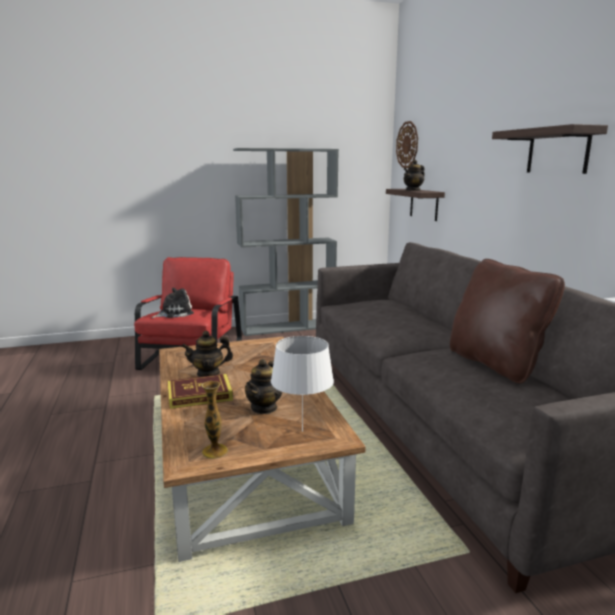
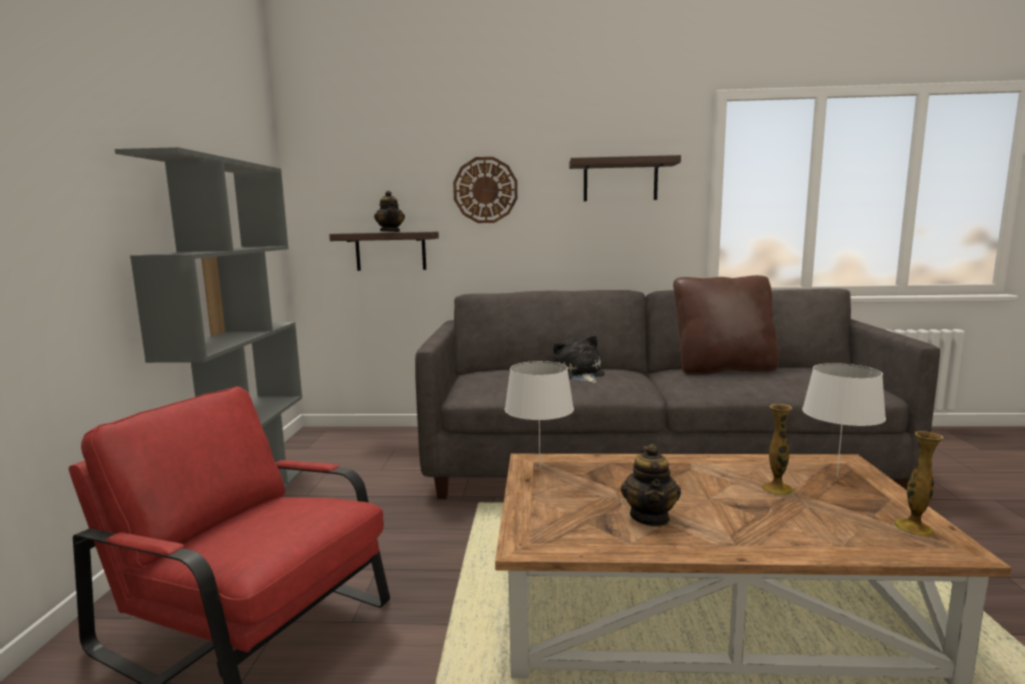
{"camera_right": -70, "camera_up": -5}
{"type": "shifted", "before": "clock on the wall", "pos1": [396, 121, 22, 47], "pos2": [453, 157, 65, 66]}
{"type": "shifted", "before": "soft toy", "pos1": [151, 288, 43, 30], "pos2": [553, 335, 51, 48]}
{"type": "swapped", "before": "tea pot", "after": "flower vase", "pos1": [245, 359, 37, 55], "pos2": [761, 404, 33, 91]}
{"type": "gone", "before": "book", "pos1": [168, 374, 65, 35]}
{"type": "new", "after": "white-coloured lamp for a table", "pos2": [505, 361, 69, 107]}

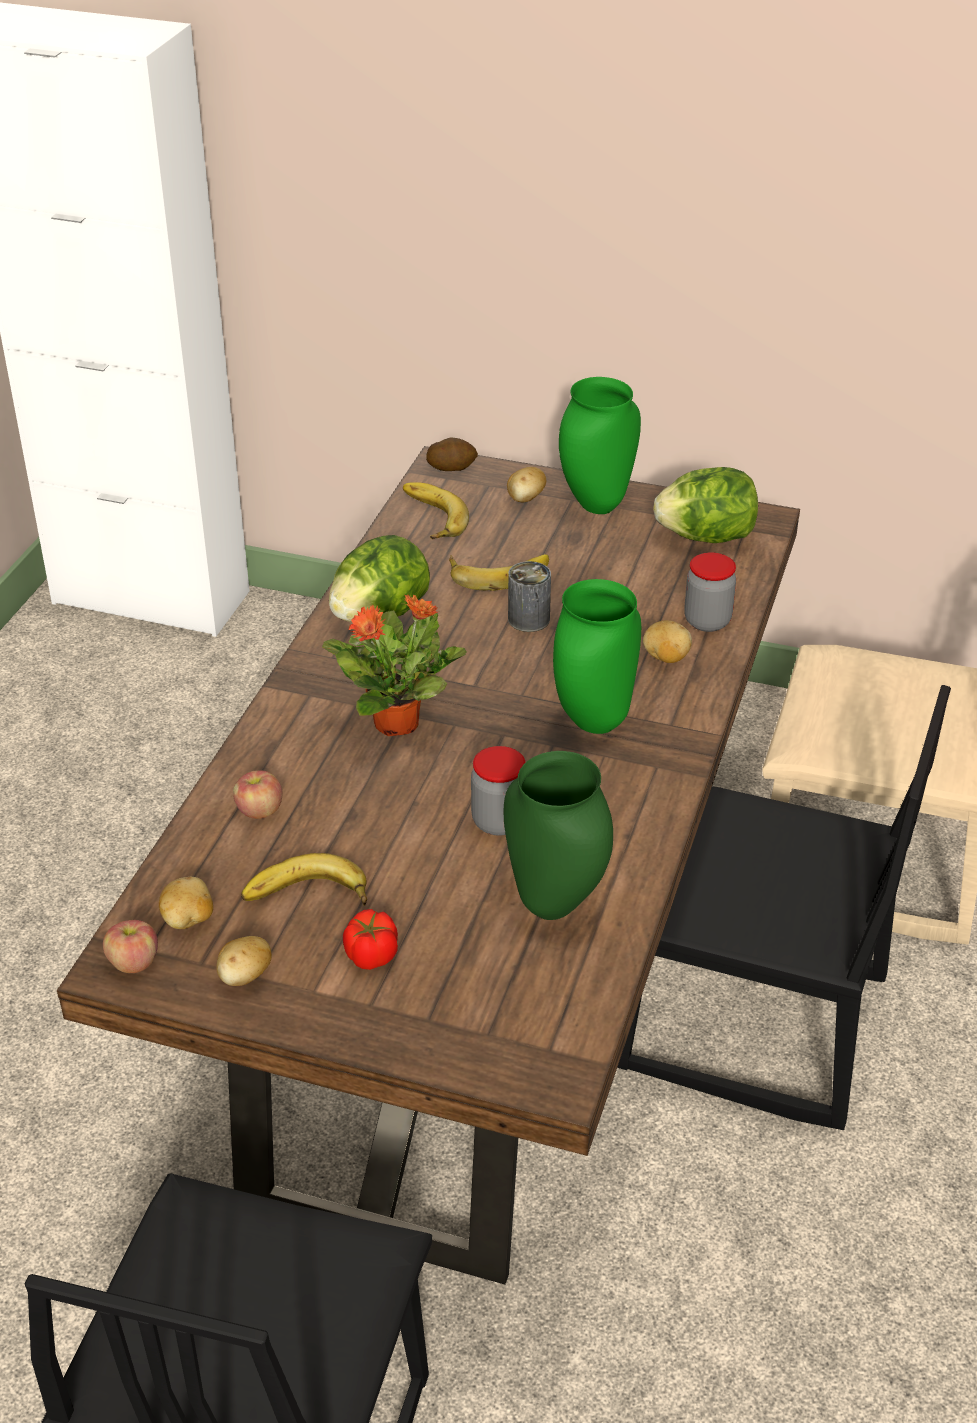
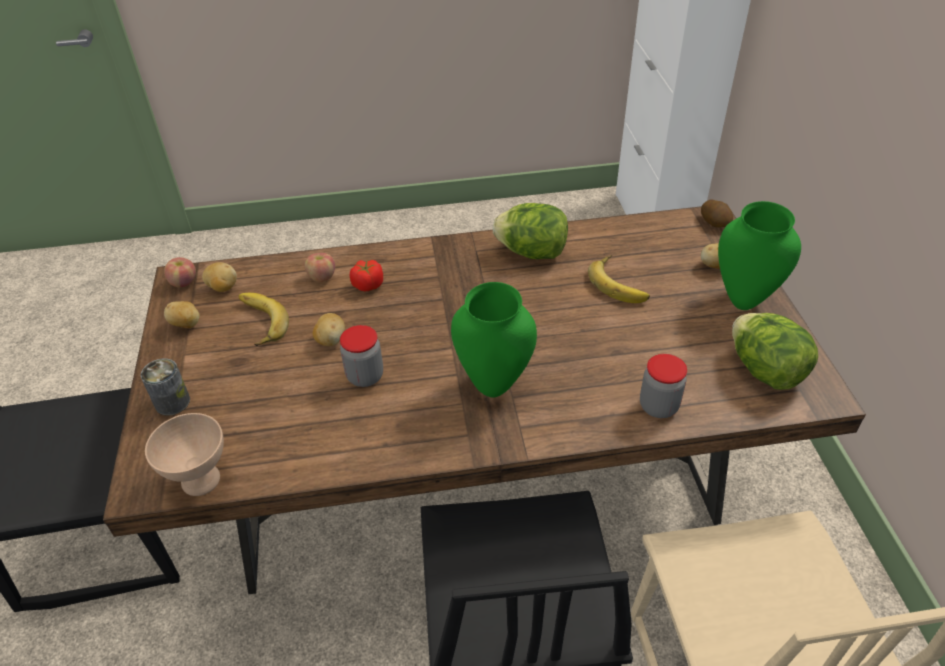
{"camera_right": 65, "camera_up": 5}
{"type": "gone", "before": "banana fruit", "pos1": [403, 482, 66, 57]}
{"type": "shifted", "before": "sealed can", "pos1": [508, 561, 43, 71], "pos2": [141, 358, 49, 58]}
{"type": "gone", "before": "plant in a pot", "pos1": [322, 594, 144, 142]}
{"type": "shifted", "before": "potato", "pos1": [643, 620, 49, 43], "pos2": [313, 313, 32, 33]}
{"type": "gone", "before": "greenish flower vase", "pos1": [504, 751, 109, 169]}
{"type": "shifted", "before": "tomato", "pos1": [343, 909, 55, 61], "pos2": [350, 260, 33, 31]}
{"type": "new", "after": "beige-coloured bowl", "pos2": [145, 413, 79, 83]}

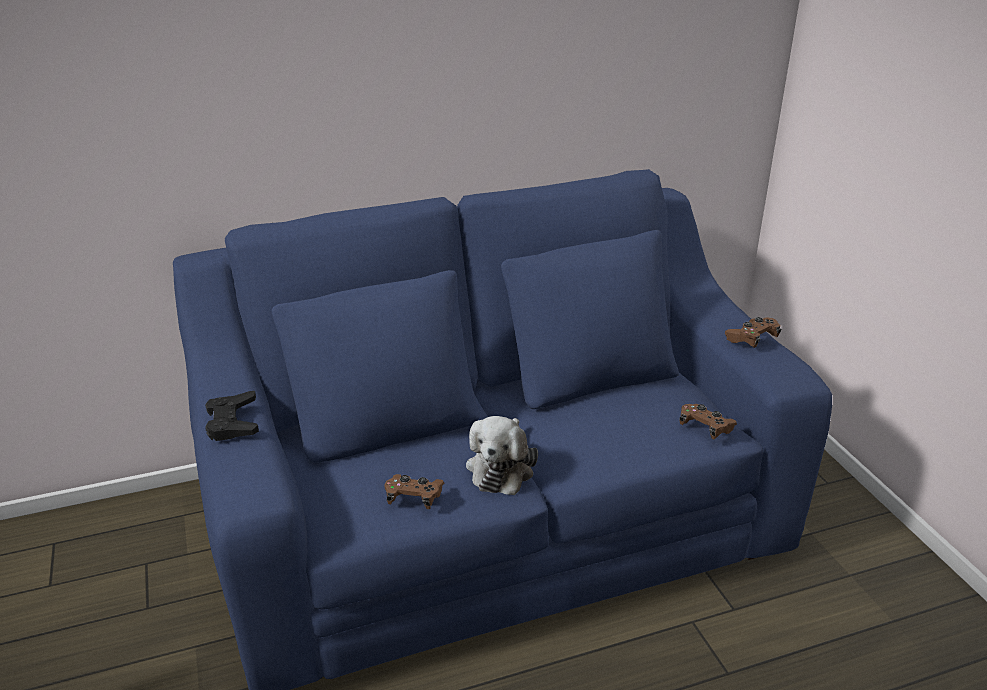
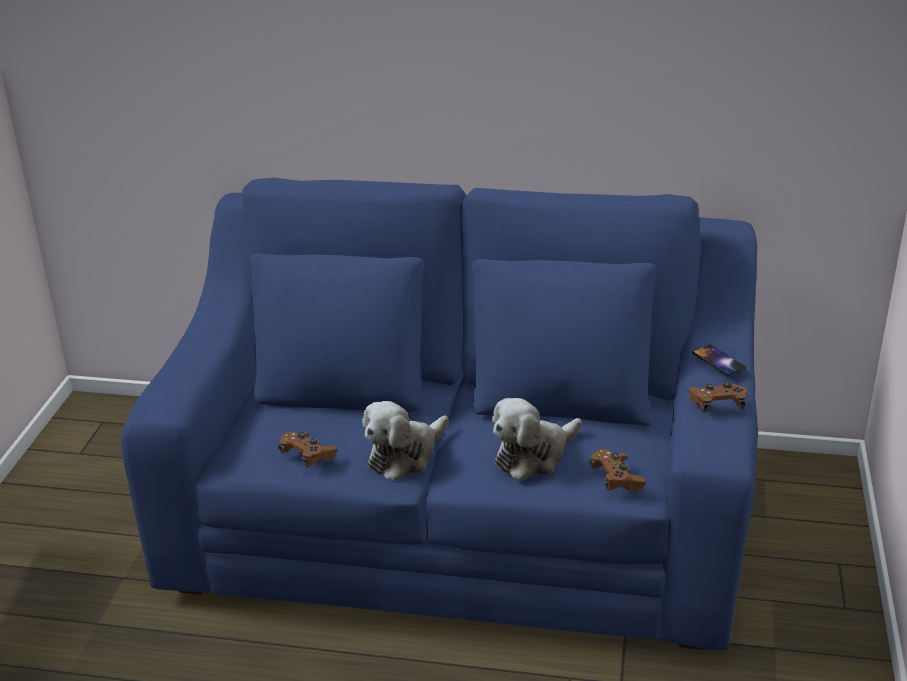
{"camera_right": 30, "camera_up": 0}
{"type": "gone", "before": "blackish game controller", "pos1": [205, 391, 54, 50]}
{"type": "new", "after": "phone", "pos2": [692, 344, 54, 32]}
{"type": "new", "after": "soft toy", "pos2": [492, 398, 90, 83]}

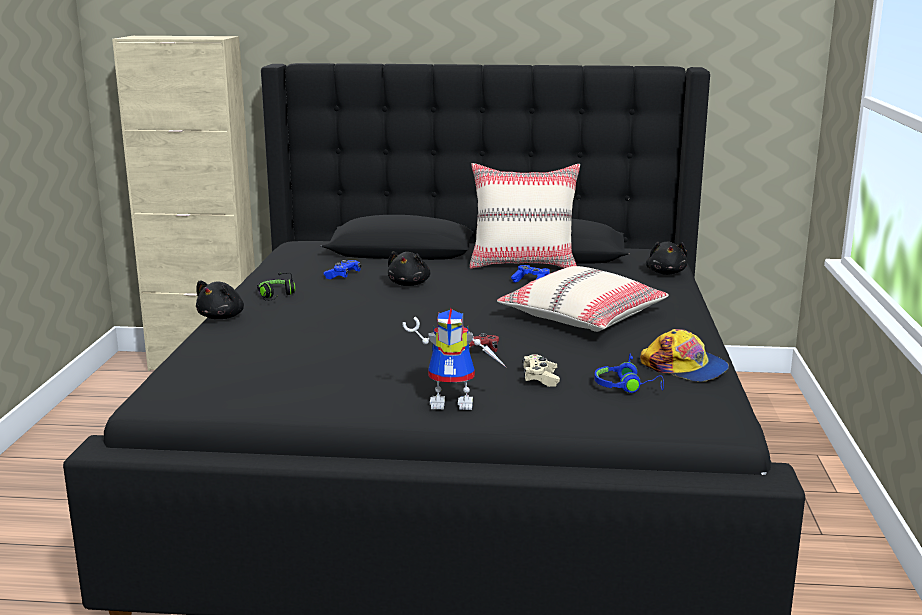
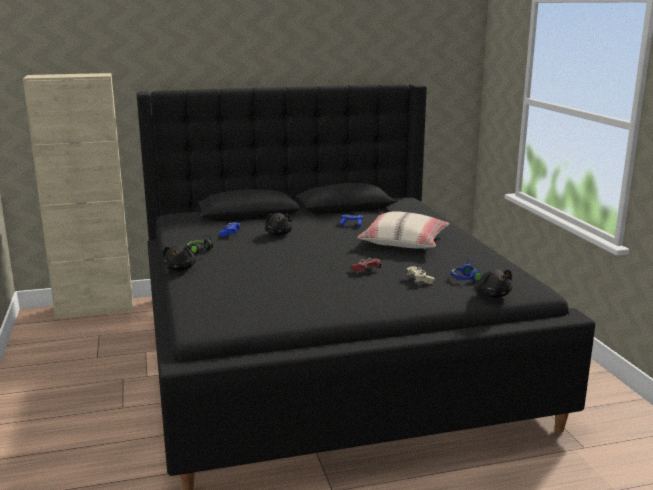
{"camera_right": -20, "camera_up": 0}
{"type": "gone", "before": "beige-coloured throw pillow", "pos1": [470, 163, 110, 106]}
{"type": "shifted", "before": "blackish soft toy", "pos1": [646, 241, 42, 34], "pos2": [476, 269, 37, 29]}
{"type": "gone", "before": "robot figure", "pos1": [402, 308, 105, 102]}
{"type": "gone", "before": "peaked cap", "pos1": [640, 329, 89, 53]}

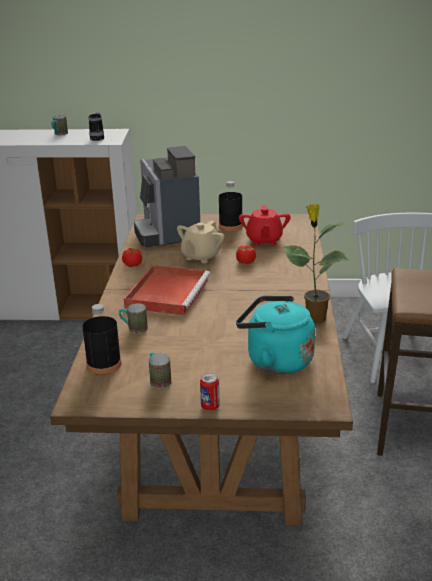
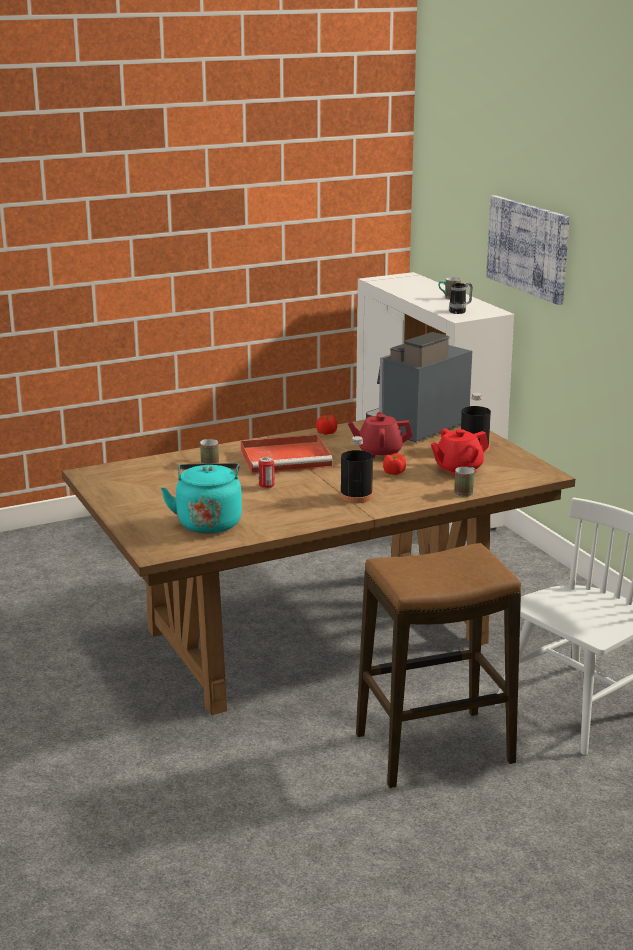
{"camera_right": 60, "camera_up": -5}
{"type": "gone", "before": "plant in a pot", "pos1": [283, 204, 66, 119]}
{"type": "repainted", "before": "beige-coloured tea pot", "after": "reddish tea pot", "pos1": [177, 220, 47, 43], "pos2": [348, 412, 65, 46]}
{"type": "shifted", "before": "blackish drink bottle", "pos1": [82, 304, 40, 71], "pos2": [340, 436, 33, 67]}
{"type": "shifted", "before": "tea mug", "pos1": [149, 352, 22, 37], "pos2": [454, 467, 21, 30]}
{"type": "shifted", "before": "sealed can", "pos1": [200, 373, 20, 38], "pos2": [259, 457, 16, 32]}
{"type": "new", "after": "wall art", "pos2": [486, 195, 84, 110]}

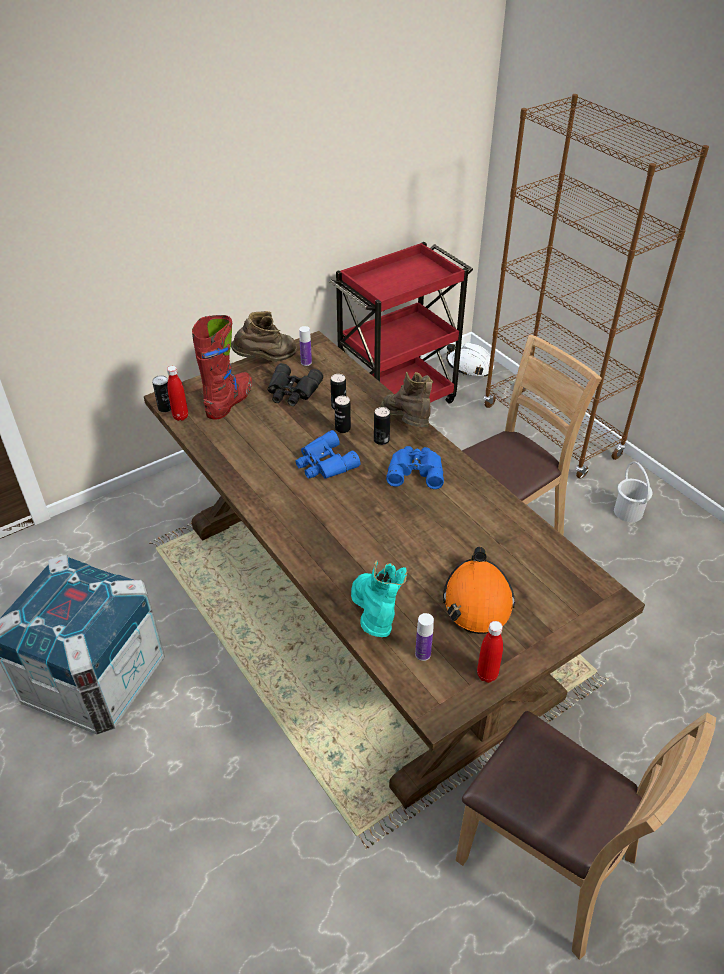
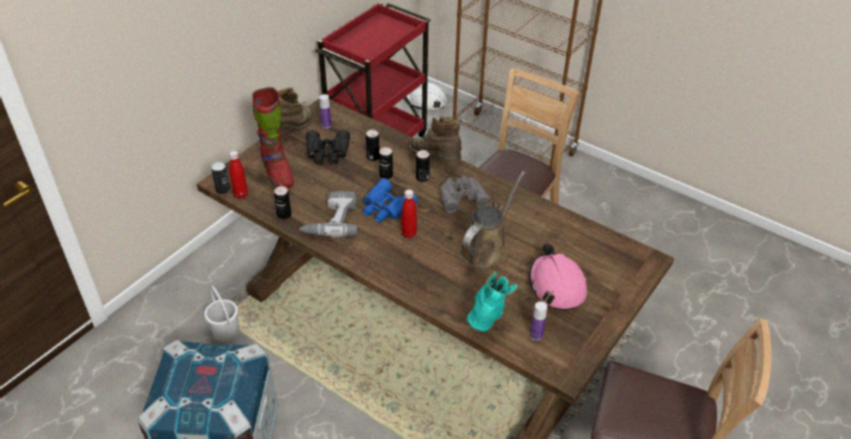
{"camera_right": -20, "camera_up": 0}
{"type": "rotated", "before": "reddish boot", "pos1": [192, 315, 60, 104], "pos2": [252, 87, 42, 101], "turn": 150}
{"type": "repainted", "before": "blue field glasses", "after": "gray field glasses", "pos1": [386, 446, 58, 43], "pos2": [440, 176, 51, 37]}
{"type": "shifted", "before": "white-coloured bucket", "pos1": [614, 461, 38, 61], "pos2": [204, 286, 36, 56]}
{"type": "repainted", "before": "orangey work helmet", "after": "pinkish work helmet", "pos1": [443, 547, 72, 87], "pos2": [529, 243, 58, 67]}
{"type": "rotated", "before": "turquoise boot", "pos1": [351, 561, 56, 76], "pos2": [467, 271, 51, 61], "turn": 45}
{"type": "shifted", "before": "reddish drink bottle", "pos1": [477, 621, 26, 62], "pos2": [402, 189, 15, 49]}
{"type": "new", "after": "brown-coloured sprinkling can", "pos2": [460, 171, 65, 97]}
{"type": "new", "after": "sealed can", "pos2": [274, 186, 17, 33]}
{"type": "new", "after": "power drill", "pos2": [299, 192, 59, 45]}

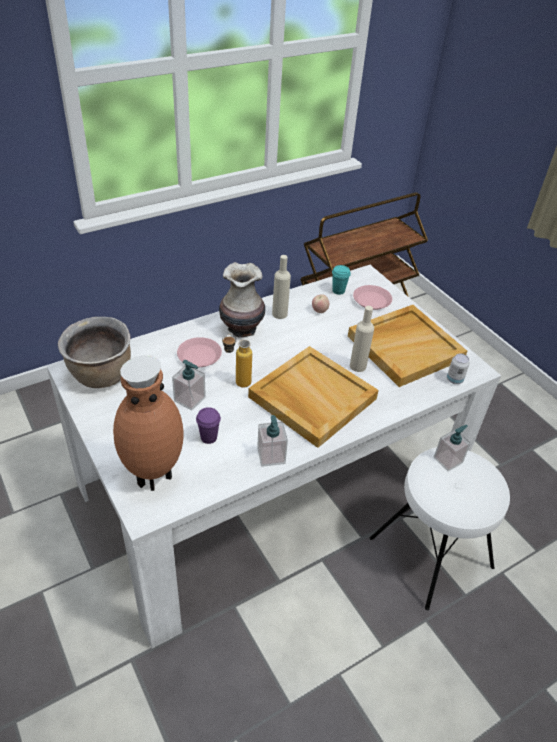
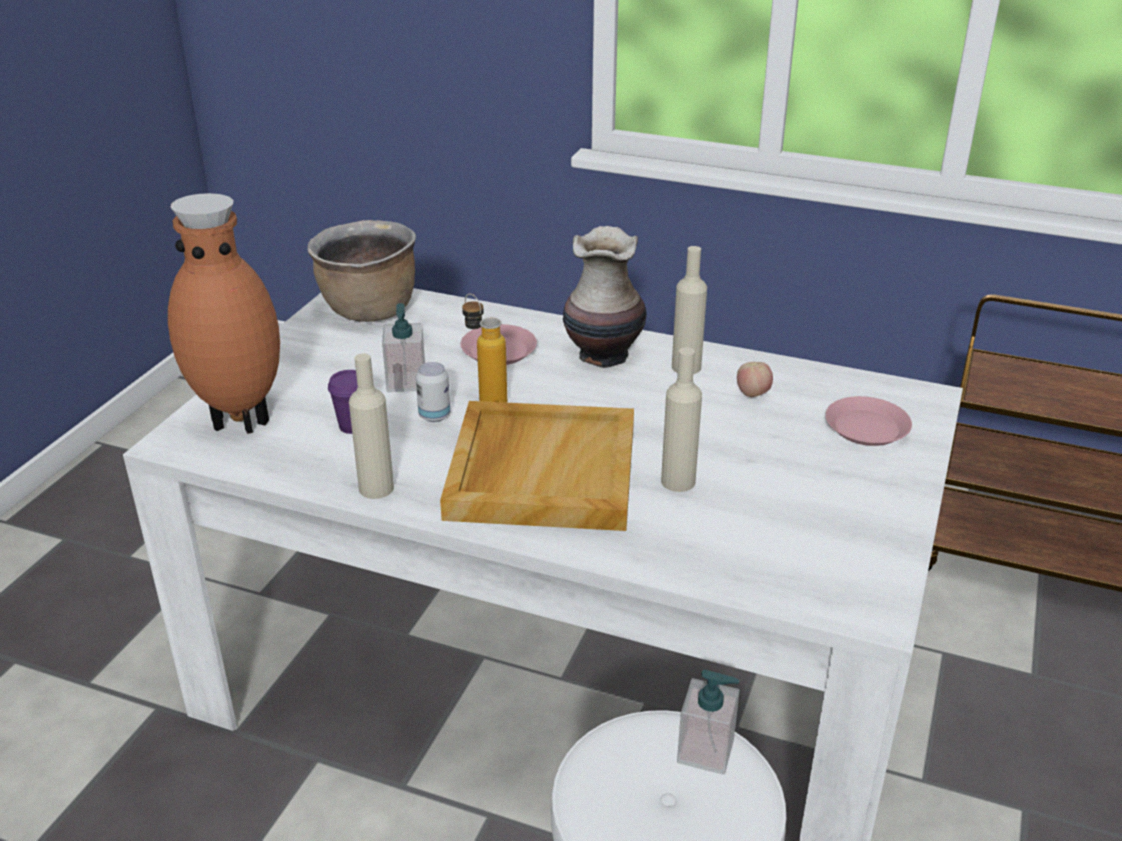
{"camera_right": 55, "camera_up": -10}
{"type": "gone", "before": "turquoise small cup", "pos1": [332, 265, 19, 30]}
{"type": "gone", "before": "beige-coloured serving tray", "pos1": [348, 305, 119, 82]}
{"type": "shifted", "before": "sealed can", "pos1": [447, 354, 23, 30], "pos2": [416, 362, 34, 60]}
{"type": "swapped", "before": "liquid soap bottle", "after": "beige-coloured drink bottle", "pos1": [257, 415, 31, 52], "pos2": [349, 353, 45, 146]}

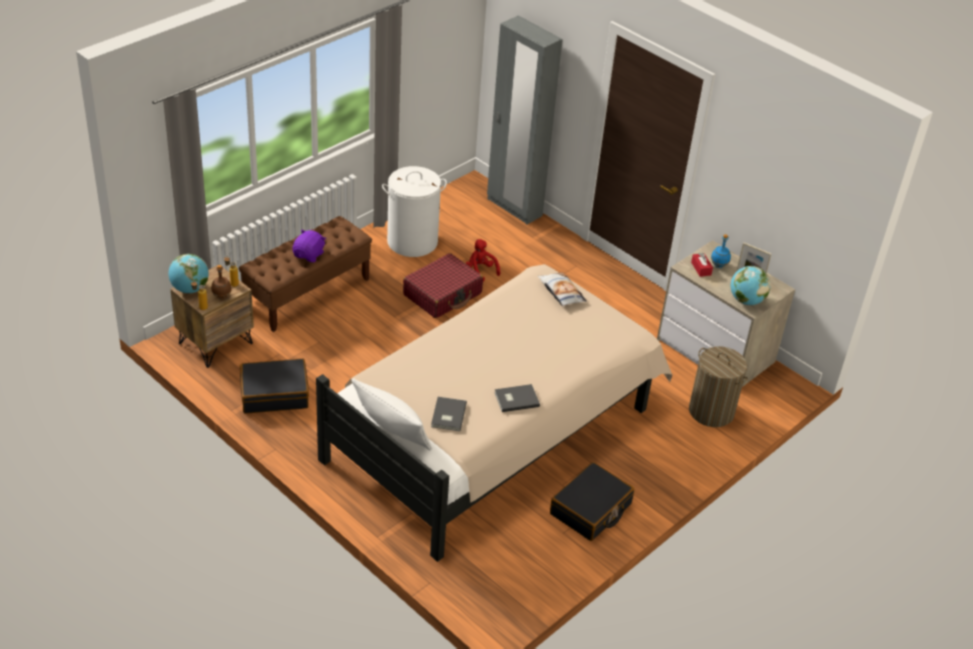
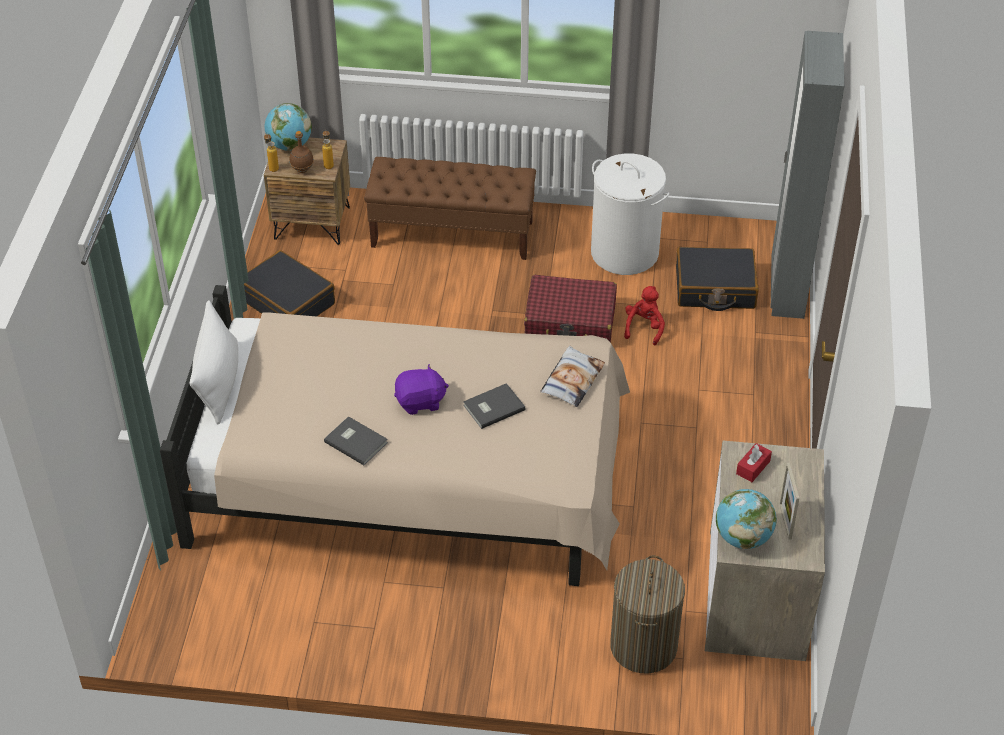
{"camera_right": 55, "camera_up": 5}
{"type": "shifted", "before": "purple-coloured soft toy", "pos1": [292, 229, 34, 34], "pos2": [394, 364, 55, 51]}
{"type": "gone", "before": "blue drink bottle", "pos1": [711, 234, 20, 34]}
{"type": "shifted", "before": "gray book", "pos1": [431, 397, 36, 34], "pos2": [463, 383, 63, 46]}
{"type": "shifted", "before": "blackish travel case", "pos1": [550, 462, 84, 79], "pos2": [676, 247, 83, 64]}

